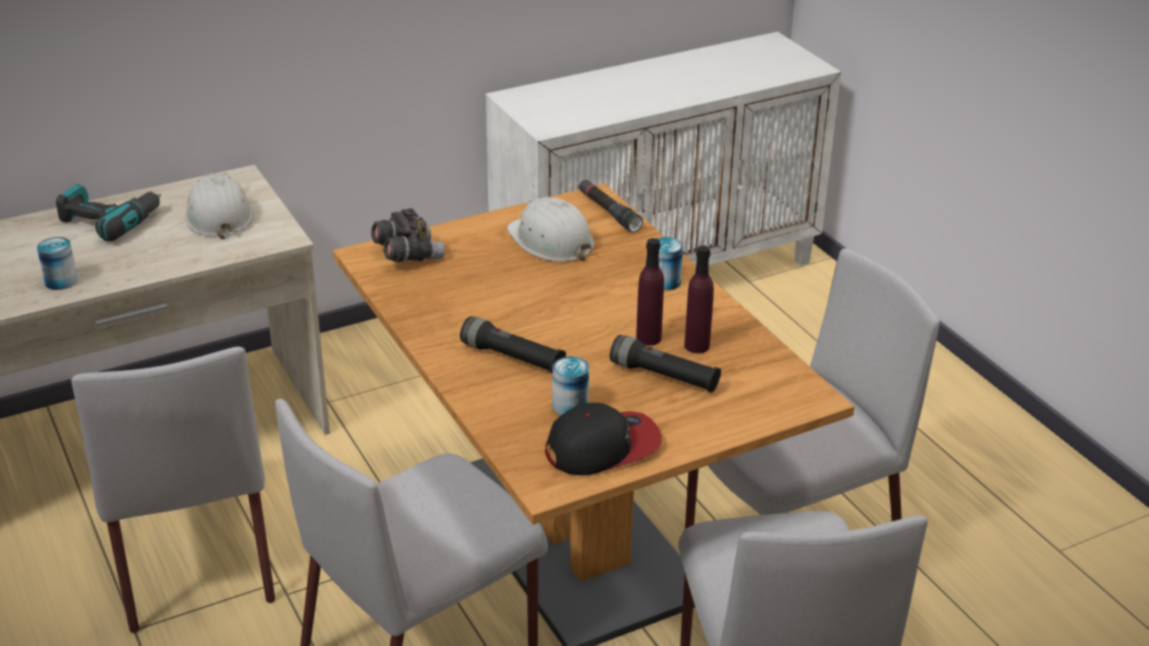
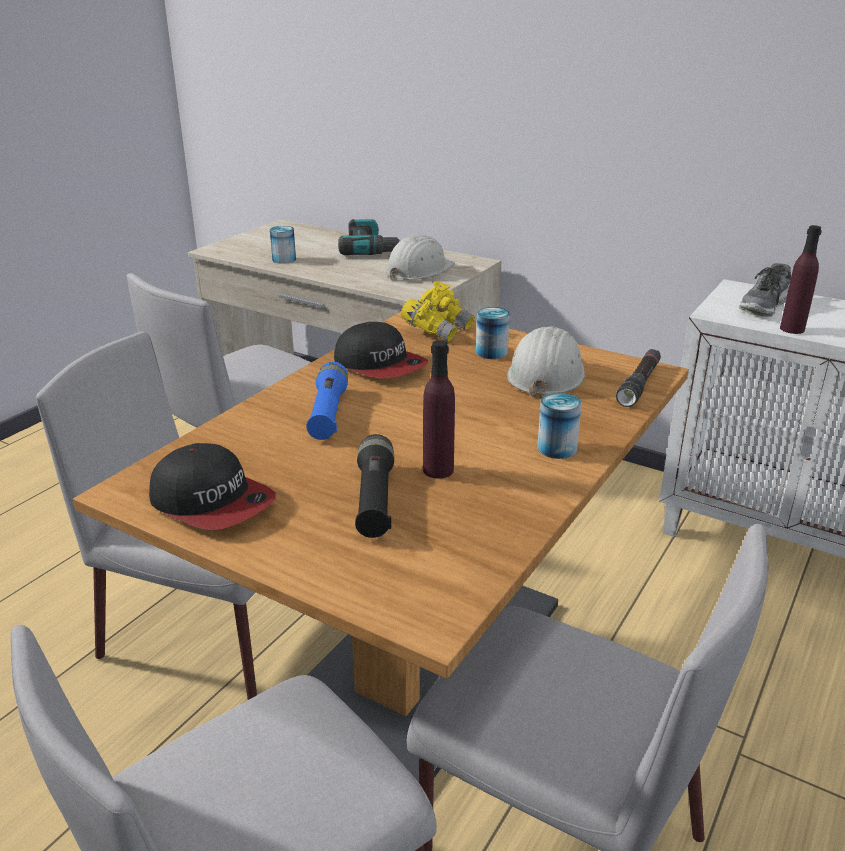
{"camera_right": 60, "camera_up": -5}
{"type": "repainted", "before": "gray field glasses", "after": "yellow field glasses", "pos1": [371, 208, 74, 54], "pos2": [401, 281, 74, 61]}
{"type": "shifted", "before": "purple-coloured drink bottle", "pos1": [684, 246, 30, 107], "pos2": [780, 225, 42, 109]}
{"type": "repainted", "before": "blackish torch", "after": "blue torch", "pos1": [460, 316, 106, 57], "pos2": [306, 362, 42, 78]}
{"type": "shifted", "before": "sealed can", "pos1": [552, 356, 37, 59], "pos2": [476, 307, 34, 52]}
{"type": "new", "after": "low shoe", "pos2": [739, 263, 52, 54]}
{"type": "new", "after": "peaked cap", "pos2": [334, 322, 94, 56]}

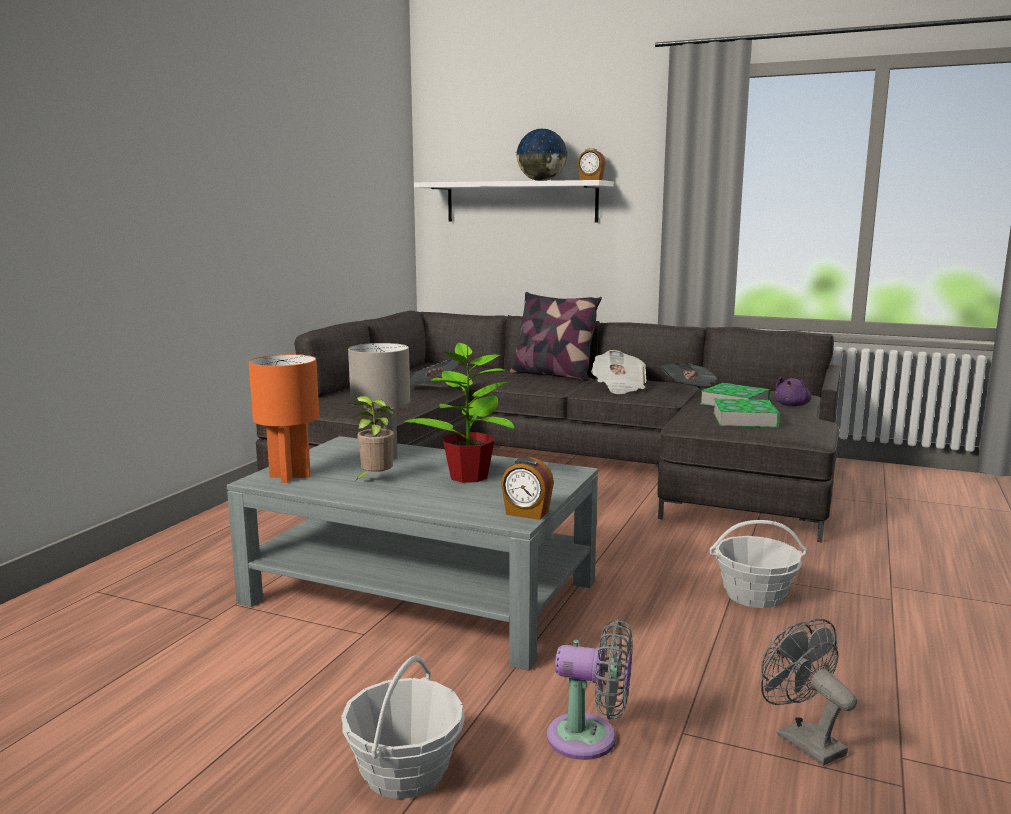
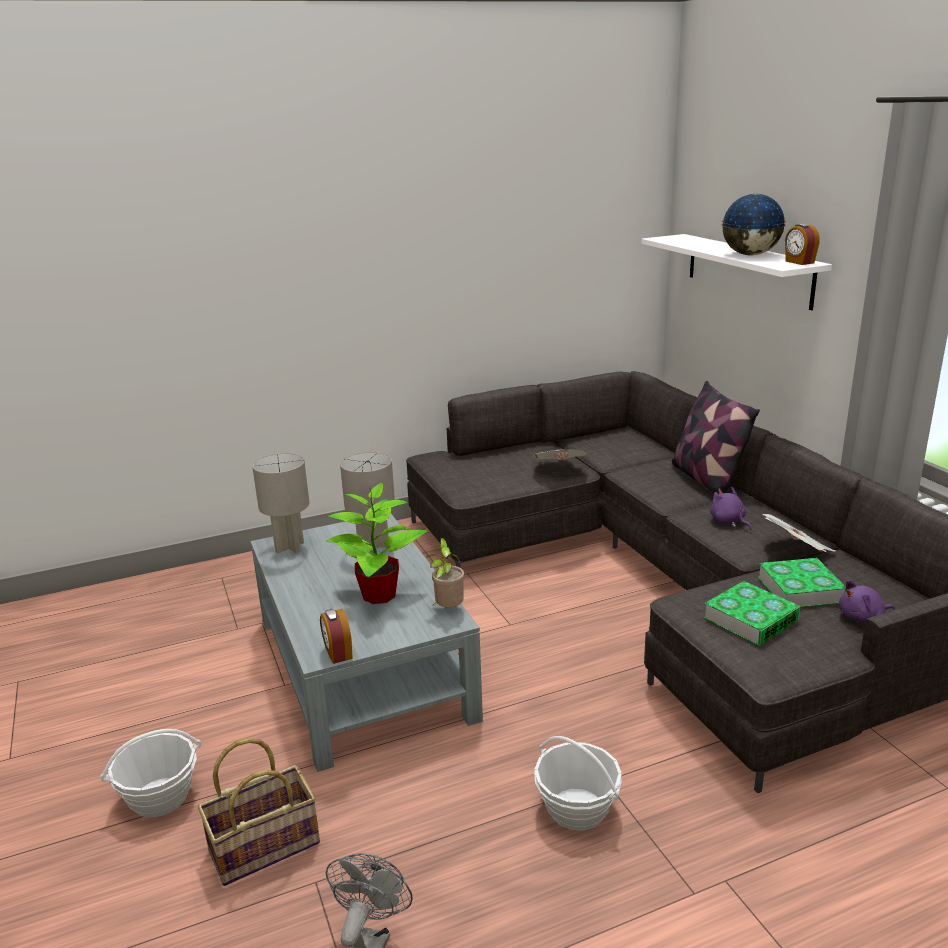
{"camera_right": 45, "camera_up": 10}
{"type": "swapped", "before": "newspaper", "after": "purple-coloured soft toy", "pos1": [591, 350, 55, 44], "pos2": [710, 487, 41, 43]}
{"type": "repainted", "before": "orangey lamp for a table", "after": "gray lamp for a table", "pos1": [249, 354, 70, 129], "pos2": [252, 453, 57, 100]}
{"type": "shifted", "before": "plant in a pot", "pos1": [348, 396, 46, 85], "pos2": [426, 538, 38, 69]}
{"type": "swapped", "before": "gray cooling fan", "after": "household basket", "pos1": [547, 619, 86, 141], "pos2": [198, 738, 122, 148]}

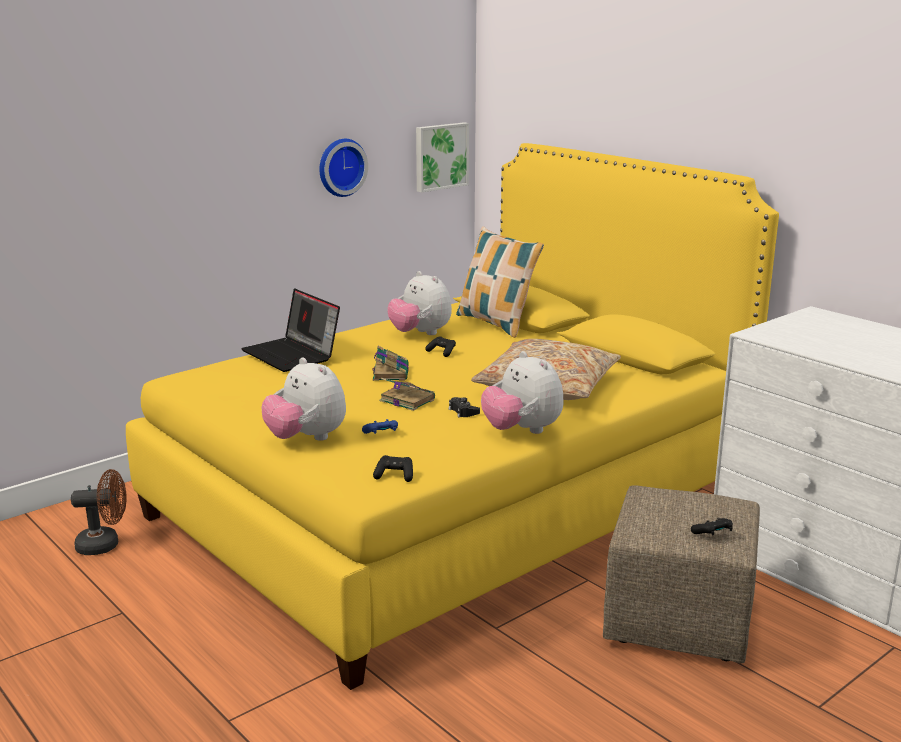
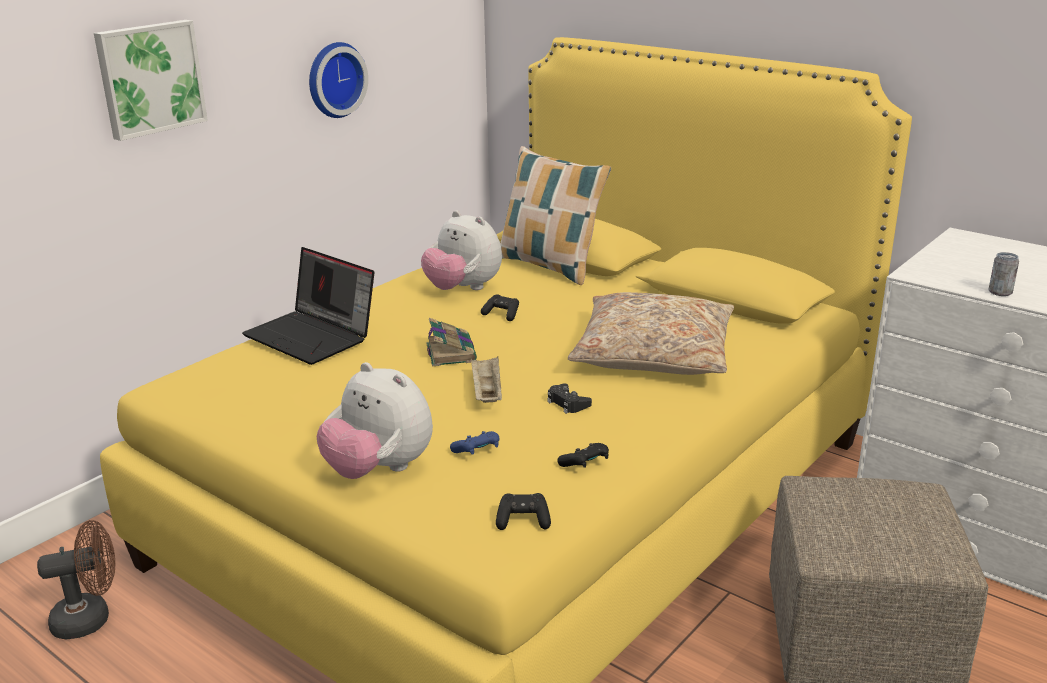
{"camera_right": -10, "camera_up": 5}
{"type": "shifted", "before": "wall art", "pos1": [416, 122, 53, 70], "pos2": [94, 20, 114, 121]}
{"type": "gone", "before": "soft toy", "pos1": [481, 351, 82, 83]}
{"type": "swapped", "before": "book", "after": "beige-coloured serving tray", "pos1": [380, 378, 55, 33], "pos2": [471, 357, 31, 46]}
{"type": "shifted", "before": "blackish game controller", "pos1": [691, 518, 42, 18], "pos2": [557, 443, 52, 25]}
{"type": "new", "after": "sealed can", "pos2": [988, 252, 31, 44]}

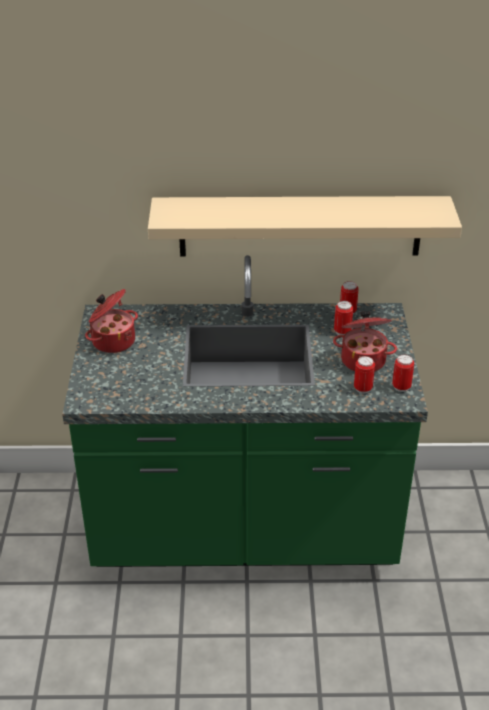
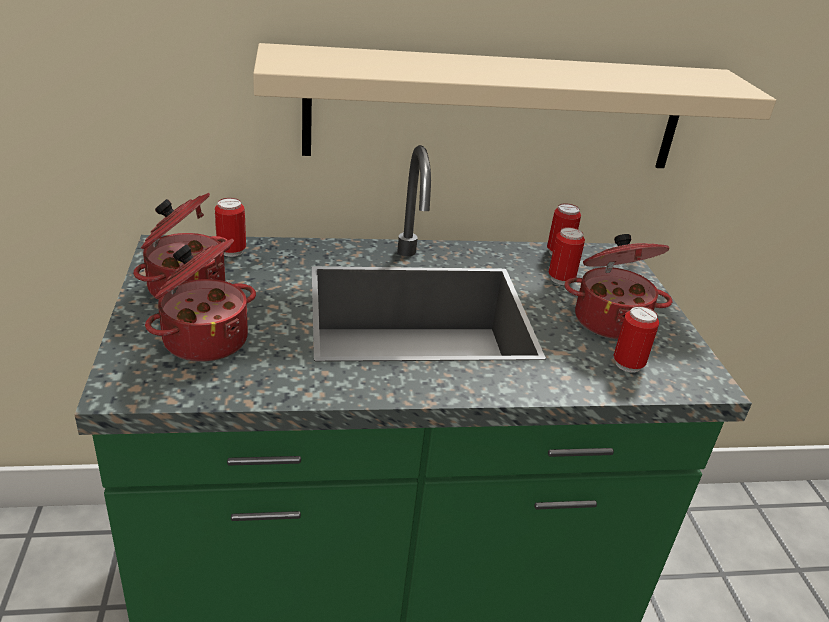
{"camera_right": -10, "camera_up": -5}
{"type": "shifted", "before": "sealed can", "pos1": [392, 354, 22, 38], "pos2": [215, 198, 31, 59]}
{"type": "new", "after": "saucepot", "pos2": [145, 239, 111, 123]}

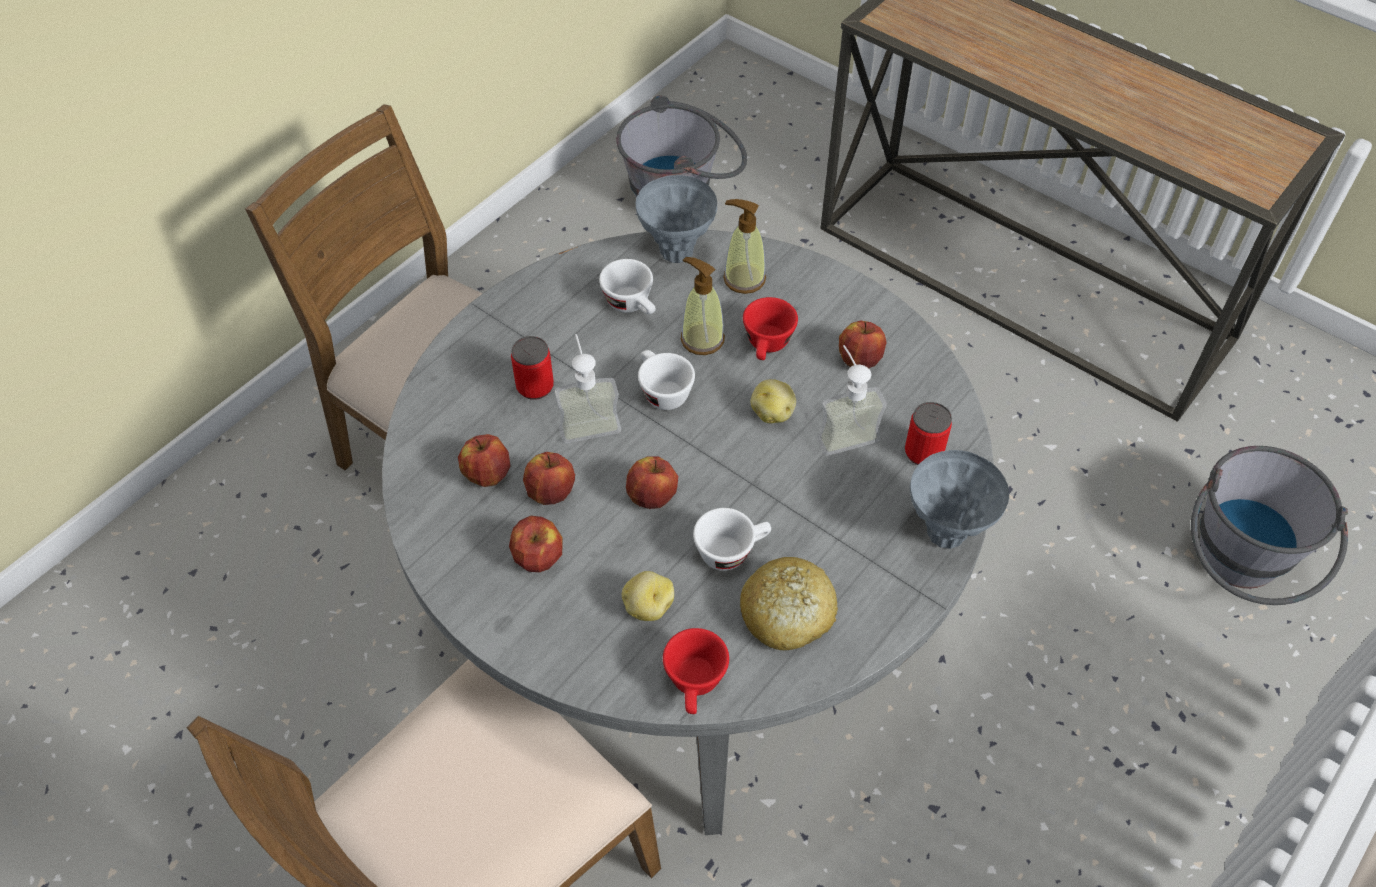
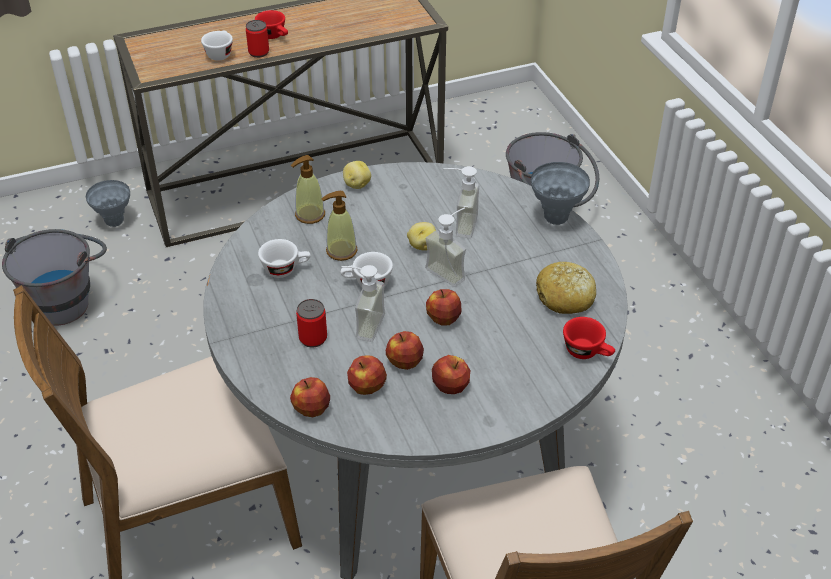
{"camera_right": -60, "camera_up": -10}
{"type": "shifted", "before": "gray flower vase", "pos1": [635, 175, 82, 88], "pos2": [86, 180, 44, 47]}
{"type": "shifted", "before": "reddish small cup", "pos1": [743, 297, 55, 63], "pos2": [255, 10, 33, 29]}
{"type": "shifted", "before": "apple fruit", "pos1": [839, 320, 48, 48], "pos2": [290, 377, 40, 40]}
{"type": "shifted", "before": "sealed can", "pos1": [905, 402, 47, 63], "pos2": [246, 20, 23, 38]}
{"type": "shifted", "before": "white-coloured small cup", "pos1": [693, 508, 78, 63], "pos2": [201, 30, 32, 31]}
{"type": "shifted", "before": "potato", "pos1": [622, 571, 52, 50], "pos2": [343, 161, 28, 28]}
{"type": "new", "after": "liquid soap bottle", "pos2": [425, 207, 41, 80]}

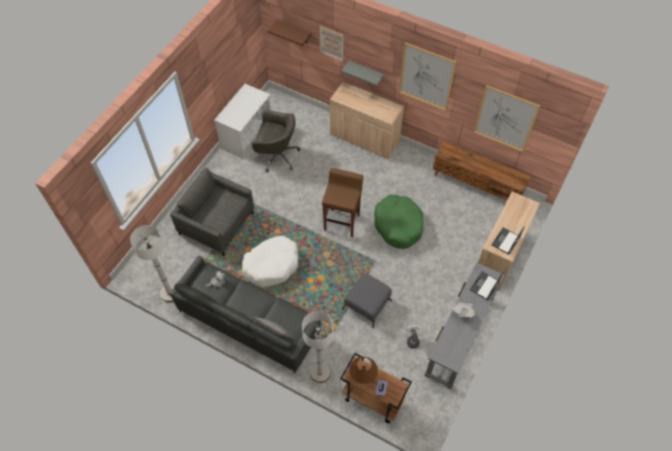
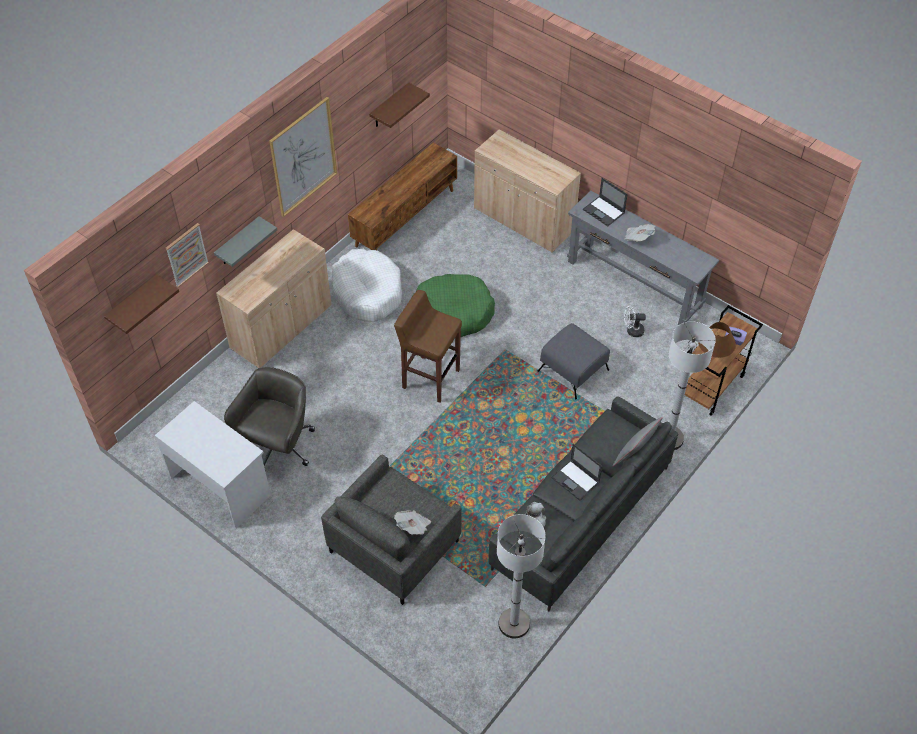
{"camera_right": -80, "camera_up": -5}
{"type": "swapped", "before": "wall art", "after": "brown-coloured bracket shelf", "pos1": [474, 85, 66, 67], "pos2": [369, 83, 61, 45]}
{"type": "shifted", "before": "portable computer", "pos1": [491, 226, 34, 29], "pos2": [551, 443, 51, 58]}
{"type": "shifted", "before": "white-coloured dog bed", "pos1": [242, 235, 57, 52], "pos2": [332, 249, 70, 72]}
{"type": "new", "after": "newspaper", "pos2": [394, 510, 37, 25]}

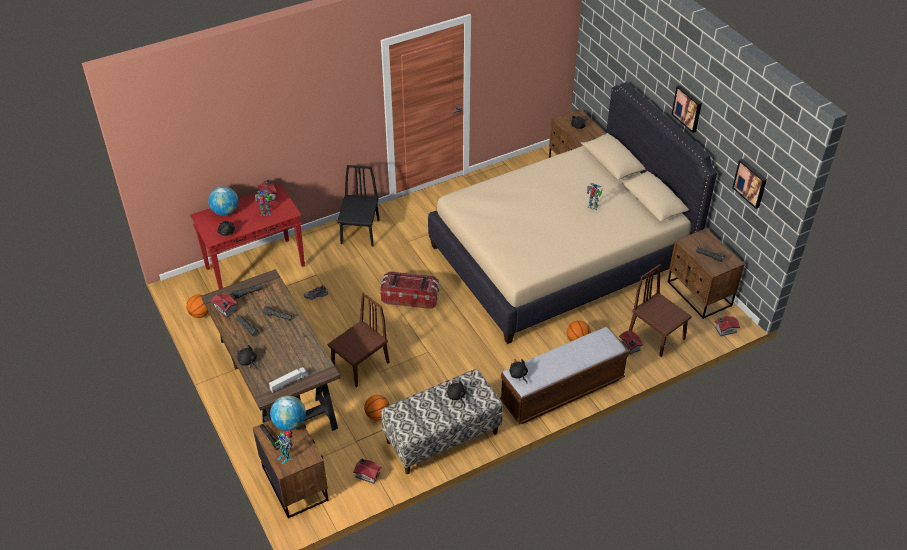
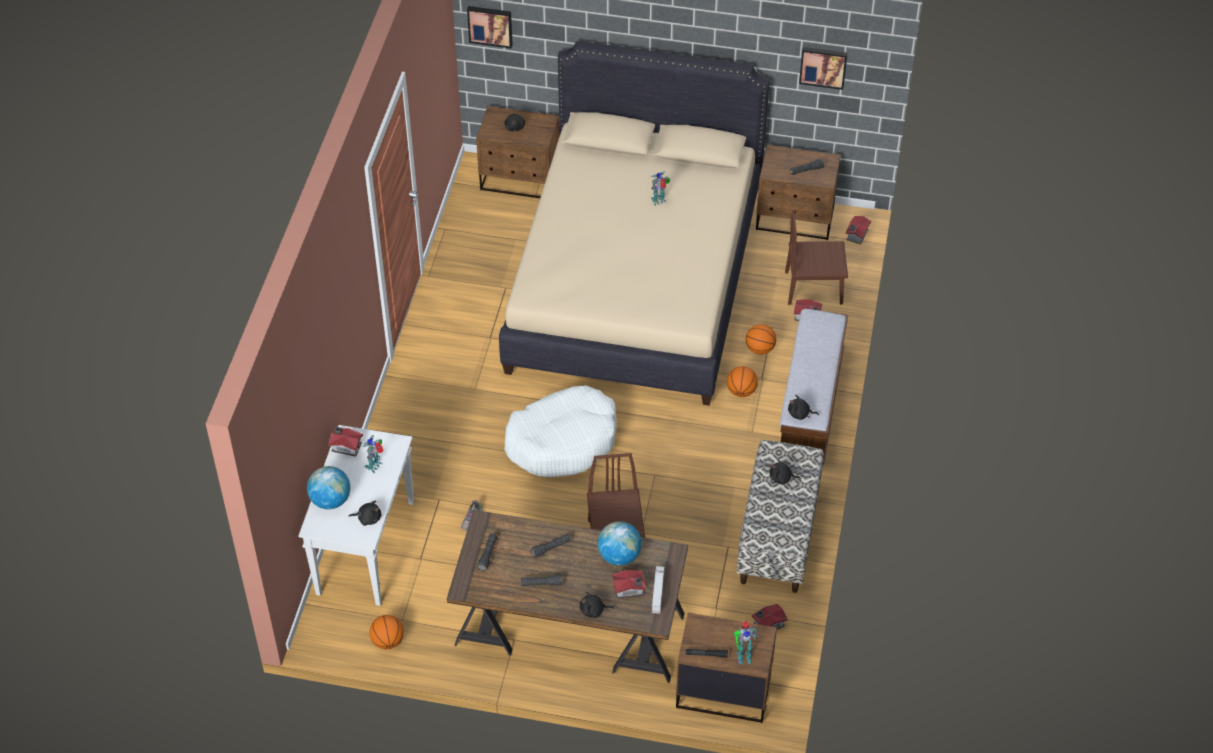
{"camera_right": -50, "camera_up": 5}
{"type": "shifted", "before": "wall art", "pos1": [671, 85, 31, 48], "pos2": [467, 6, 46, 42]}
{"type": "gone", "before": "blackish upright chair", "pos1": [337, 165, 43, 82]}
{"type": "repainted", "before": "reddish narrow table", "after": "white-coloured narrow table", "pos1": [190, 185, 115, 104], "pos2": [298, 425, 116, 181]}
{"type": "swapped", "before": "storage container", "after": "white-coloured dog bed", "pos1": [380, 272, 59, 37], "pos2": [504, 385, 112, 93]}
{"type": "shifted", "before": "toy house", "pos1": [211, 293, 26, 24], "pos2": [612, 570, 34, 29]}
{"type": "shifted", "before": "ball for basketball", "pos1": [364, 395, 26, 26], "pos2": [727, 366, 31, 31]}
{"type": "shifted", "before": "globe", "pos1": [270, 396, 36, 35], "pos2": [598, 521, 44, 45]}

